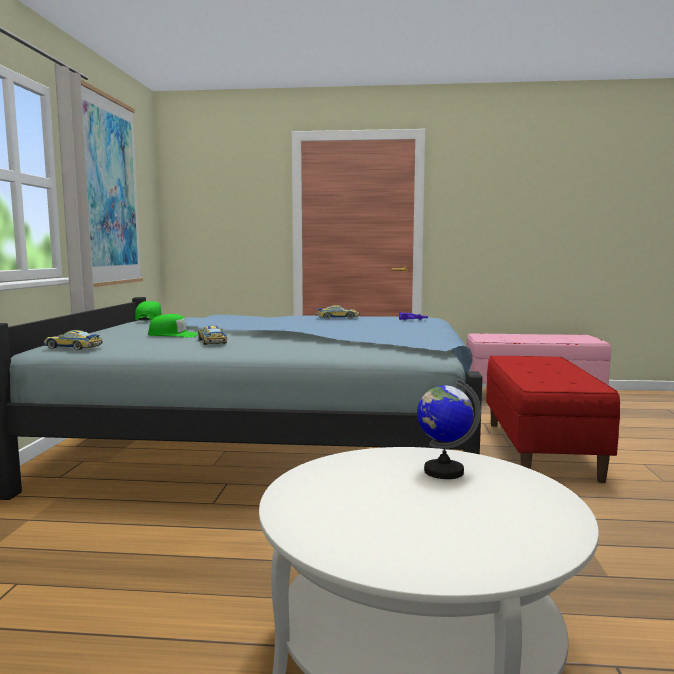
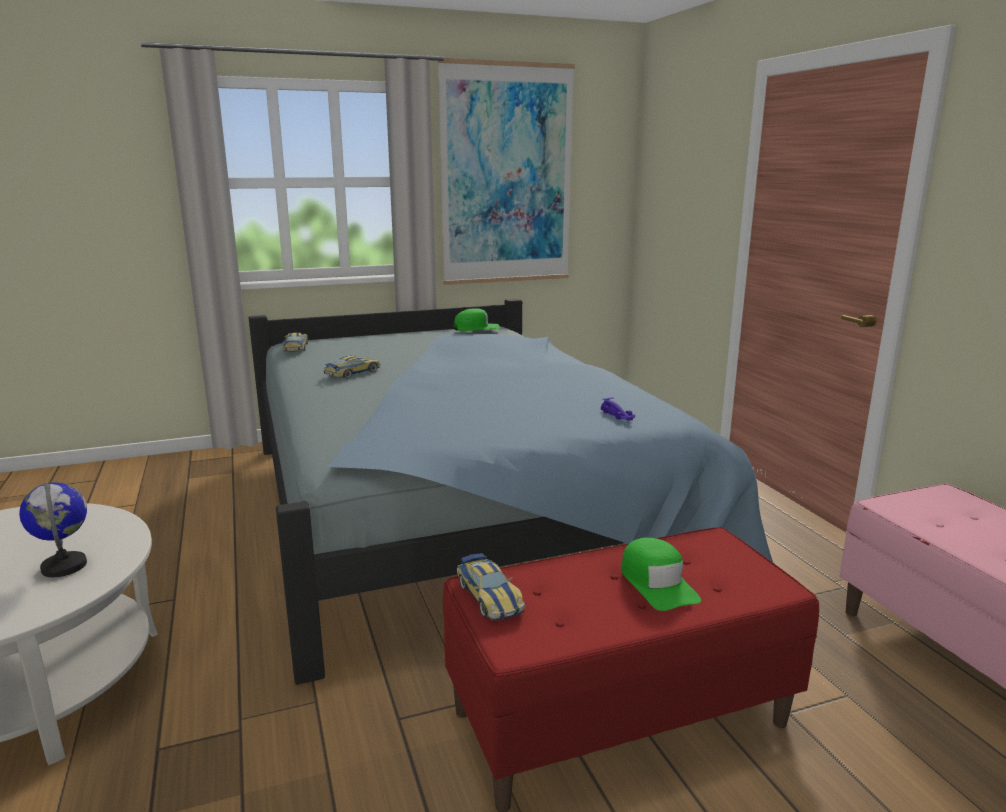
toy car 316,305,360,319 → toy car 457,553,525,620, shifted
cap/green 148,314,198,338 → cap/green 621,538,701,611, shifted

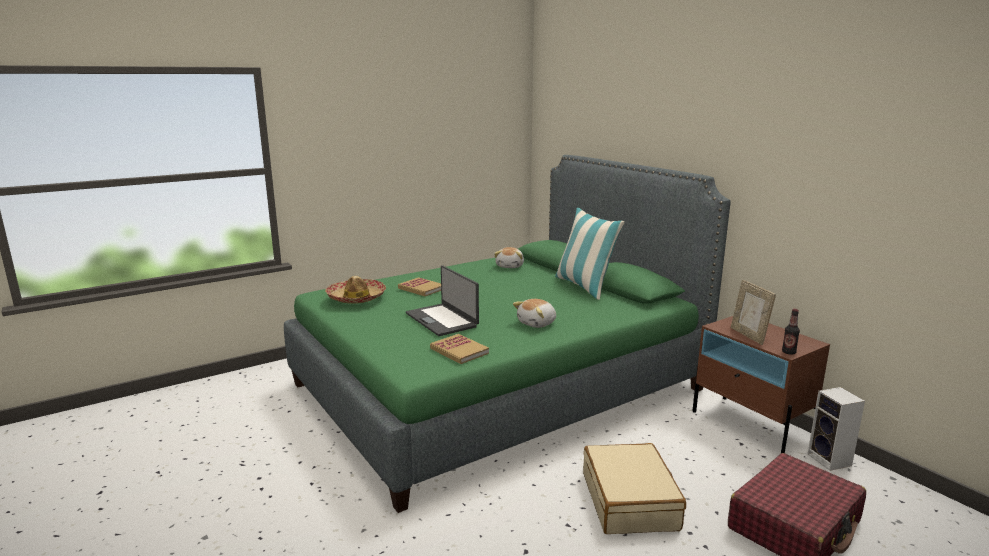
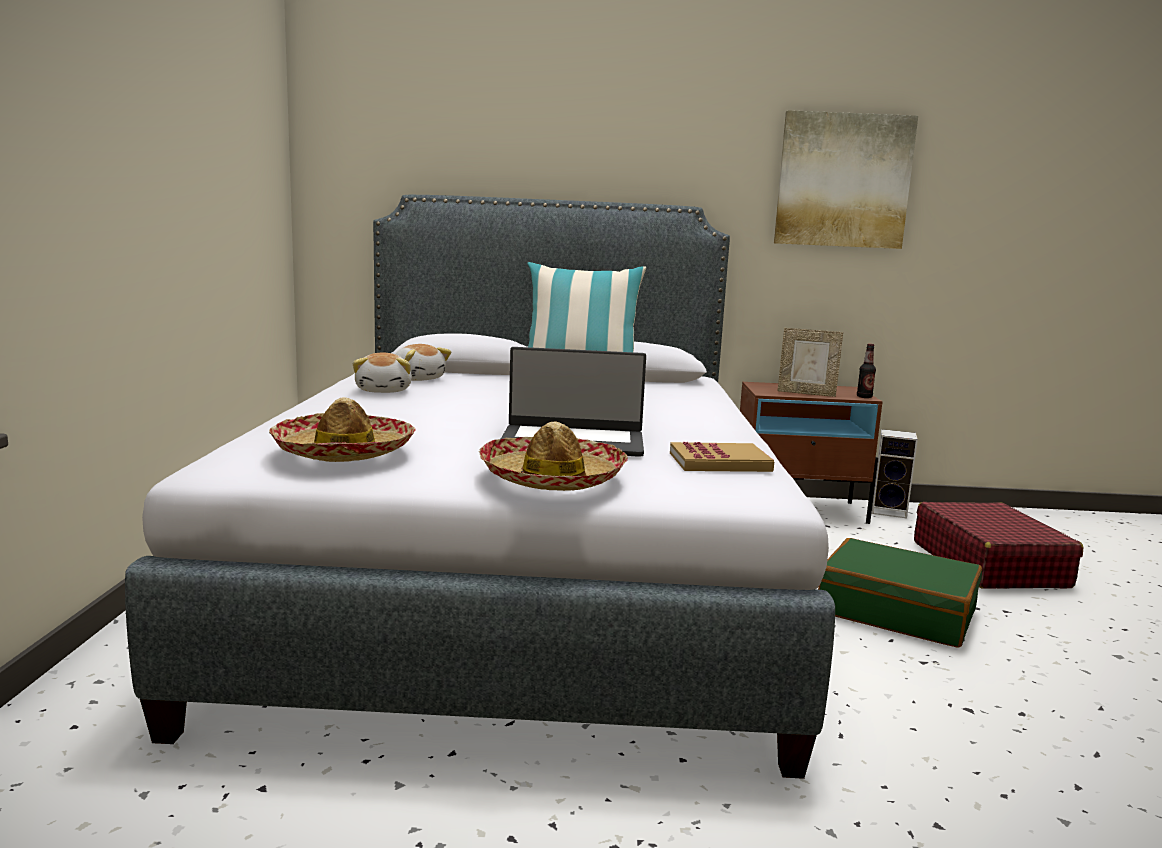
bed/green 284,155,731,513 → bed/gray 125,195,835,779
soft toy 513,299,556,328 → soft toy 353,353,412,393, shifted
- → wearable hat 479,422,628,491
- → picture 774,110,918,249
suitcase/beige-coloured 583,443,686,534 → suitcase/green 818,538,982,648
volume 398,277,441,296 → -

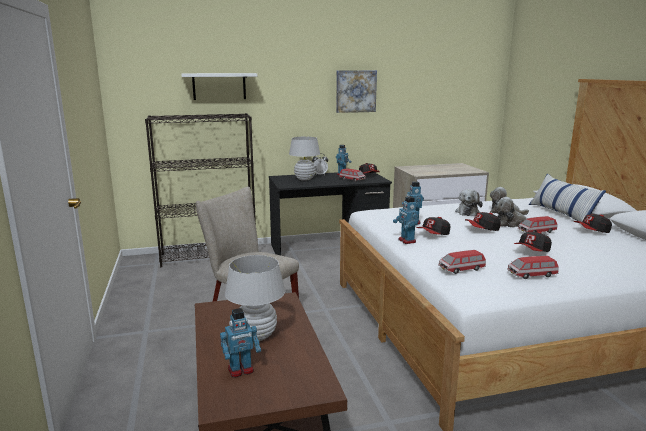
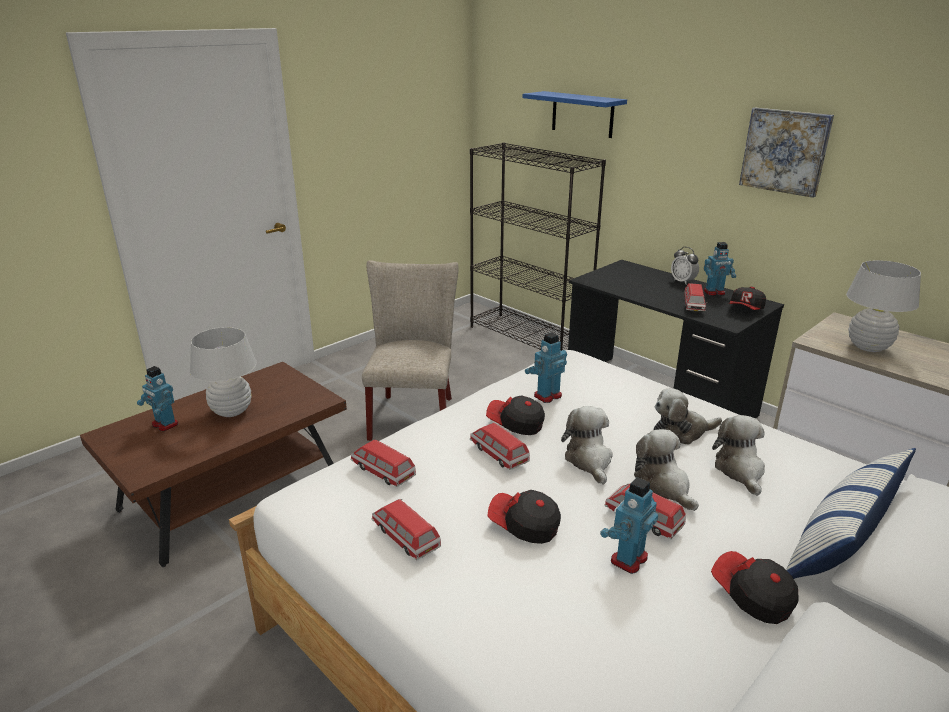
- → toy car 470,423,530,470
wall shelf/white 181,73,257,100 → wall shelf/blue 522,91,627,138
cap 465,212,501,231 → soft toy 561,406,613,485
toy robot 393,196,419,244 → toy robot 600,477,658,574, shifted
tabletop lamp/white 289,137,320,181 → tabletop lamp/white 846,260,921,352, shifted

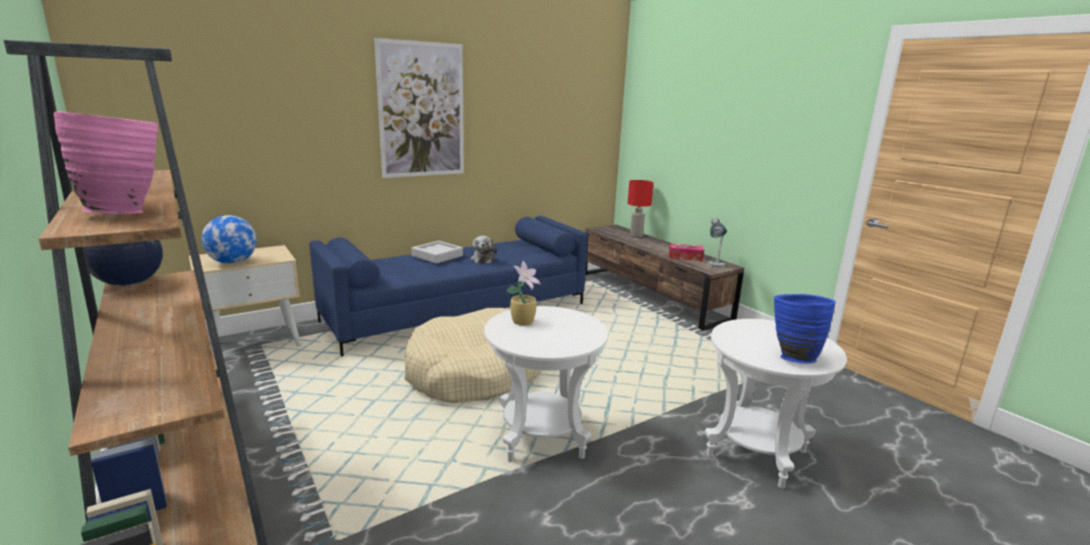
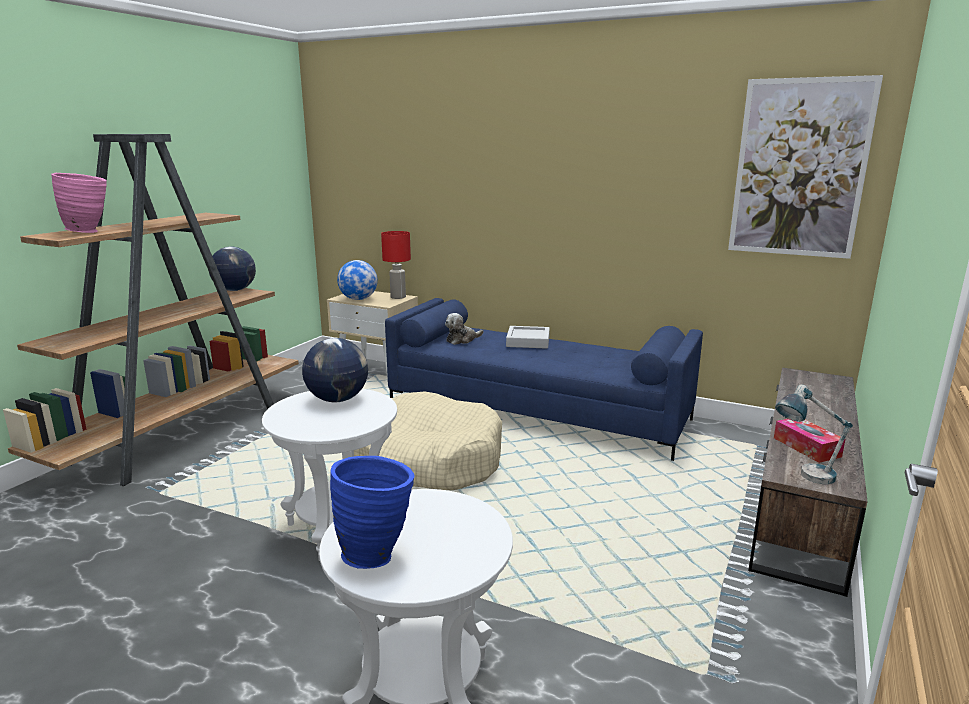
potted plant 506,261,540,326 → desk globe 302,338,368,402
tabletop lamp/reddish 628,180,653,237 → tabletop lamp/reddish 381,231,411,299, shifted
soft toy 471,236,497,264 → soft toy 445,313,483,345, shifted
picture 374,38,464,178 → picture 728,75,883,259, shifted

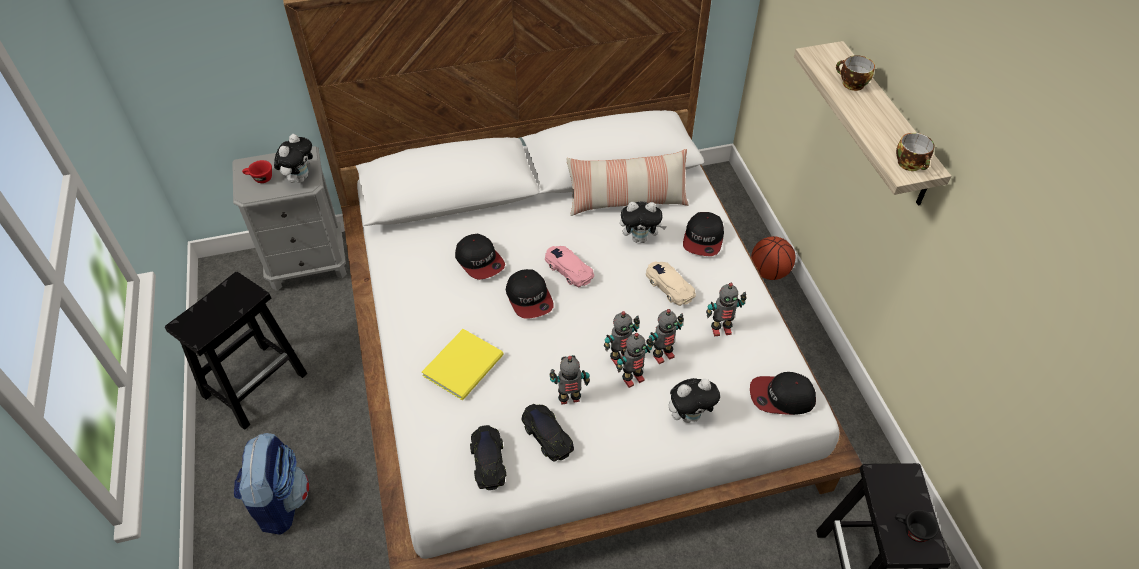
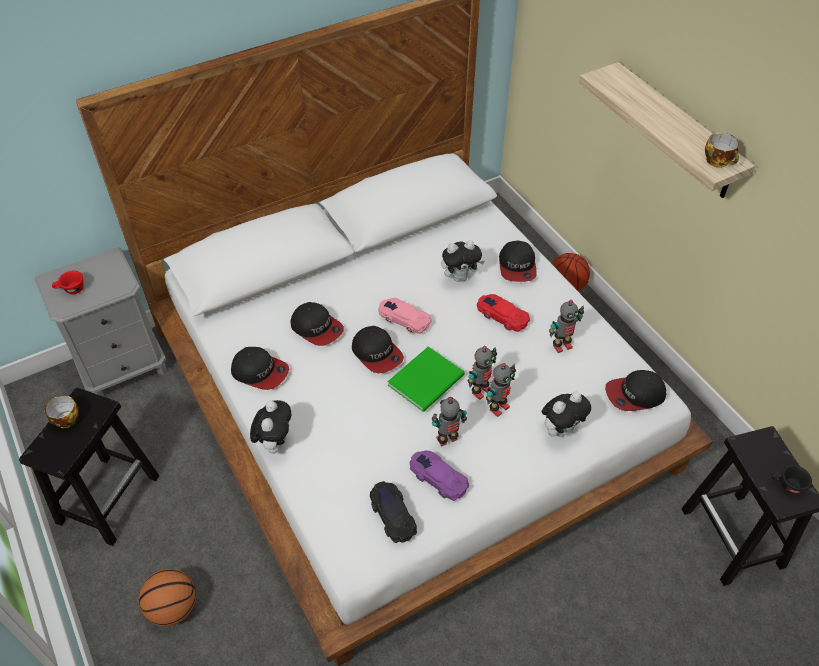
small cup 836,55,875,91 → small cup 43,395,79,428, shifted
rucksack 234,433,309,535 → basketball 139,569,196,626
- → cap 231,347,289,390
soft toy 274,134,313,183 → soft toy 250,400,291,454, shifted
- → volume/green 387,346,465,412
toy car/blackish 522,404,574,462 → toy car/purplish 410,450,469,501
toy car/beige-coloured 646,261,696,306 → toy car/reddish 477,294,530,332
volume/yellowish 422,329,504,400 → -
throw pillow 566,149,688,216 → -
toy robot 649,309,684,364 → -

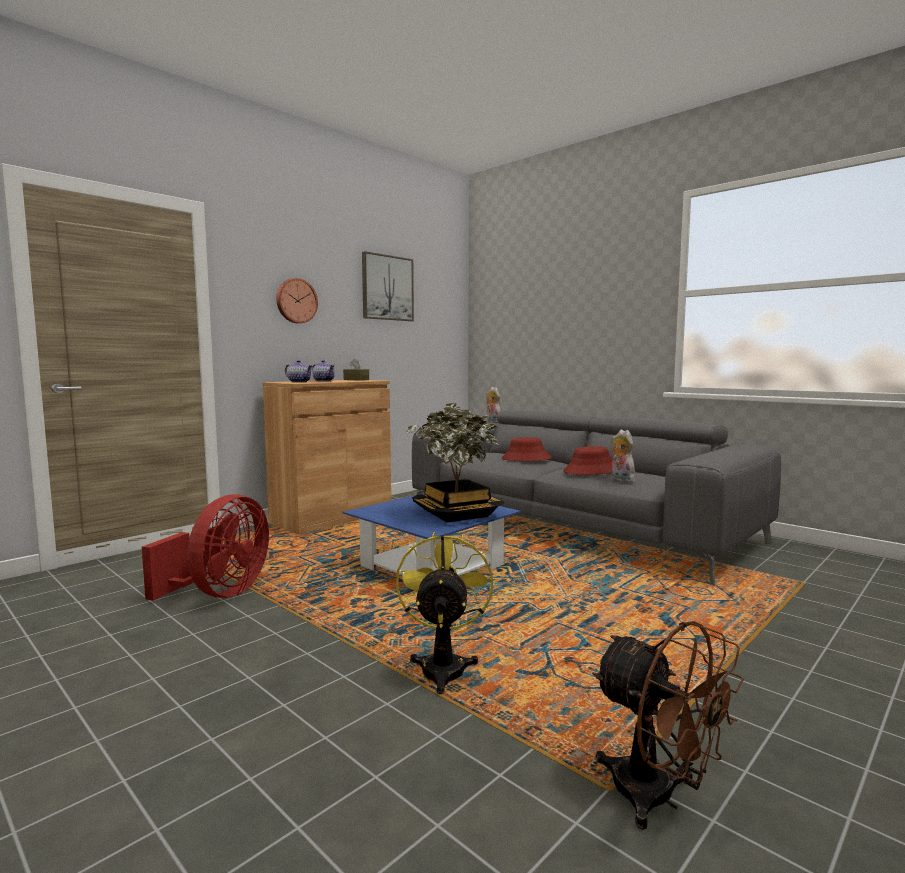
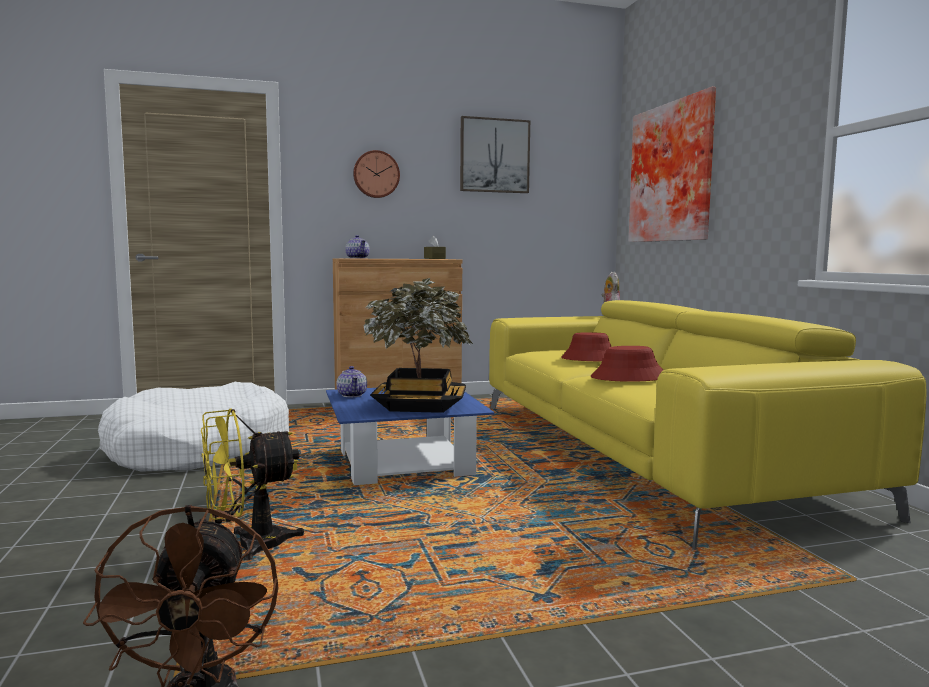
fan/reddish 142,494,269,601 → pet bed/white 98,382,289,472
fan/yellowish 396,532,493,694 → fan/yellowish 201,409,304,560, 150 degrees counterclockwise
pot for tea 312,360,335,381 → pot for tea 336,366,367,397, shifted
sofa/gray 412,410,781,586 → sofa/yellowish 489,300,927,550
- → picture 629,87,716,242
soft toy 611,429,636,483 → -

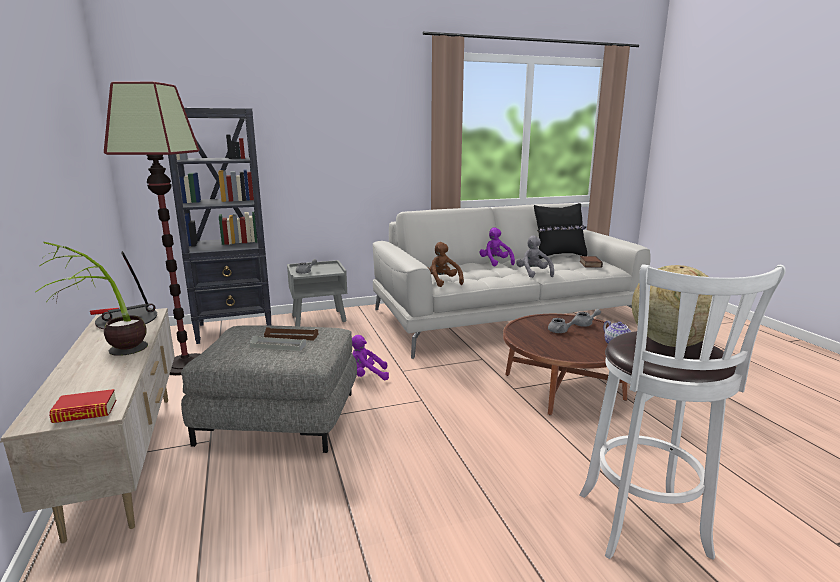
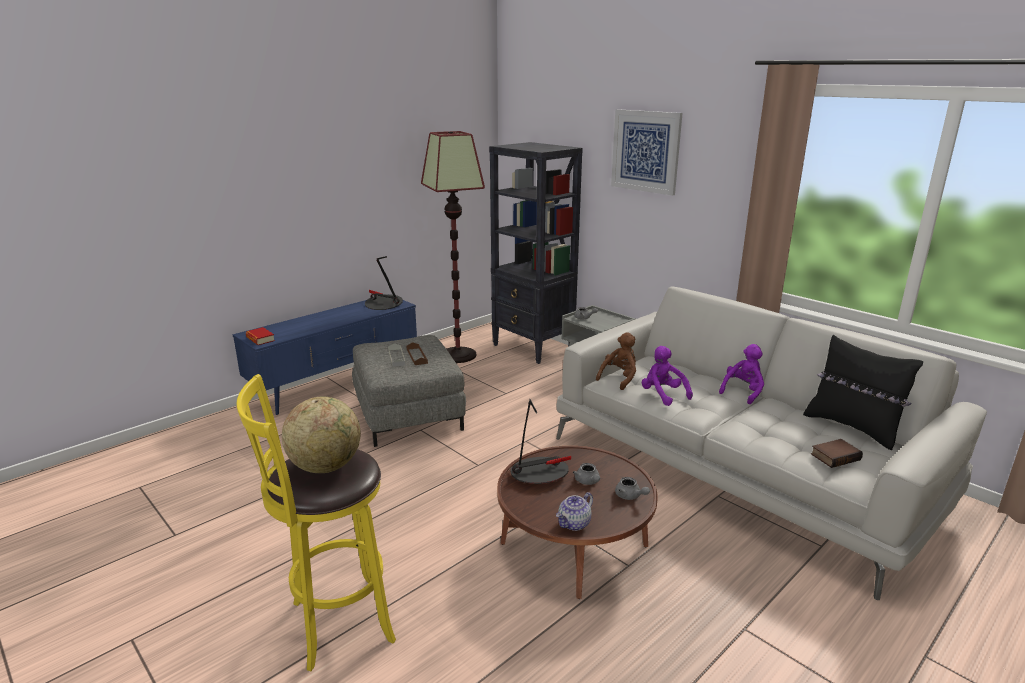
tv unit/beige-coloured 0,308,175,543 → tv unit/blue 232,300,417,415
stool seat/white 579,264,786,560 → stool seat/yellowish 237,374,396,671
- → tabletop lamp 511,399,571,484
- → picture 611,109,683,196
soft toy/purplish 352,335,389,380 → soft toy/purplish 642,346,693,406, shifted
potted plant 35,242,148,356 → -
soft toy/gray 516,235,554,278 → -

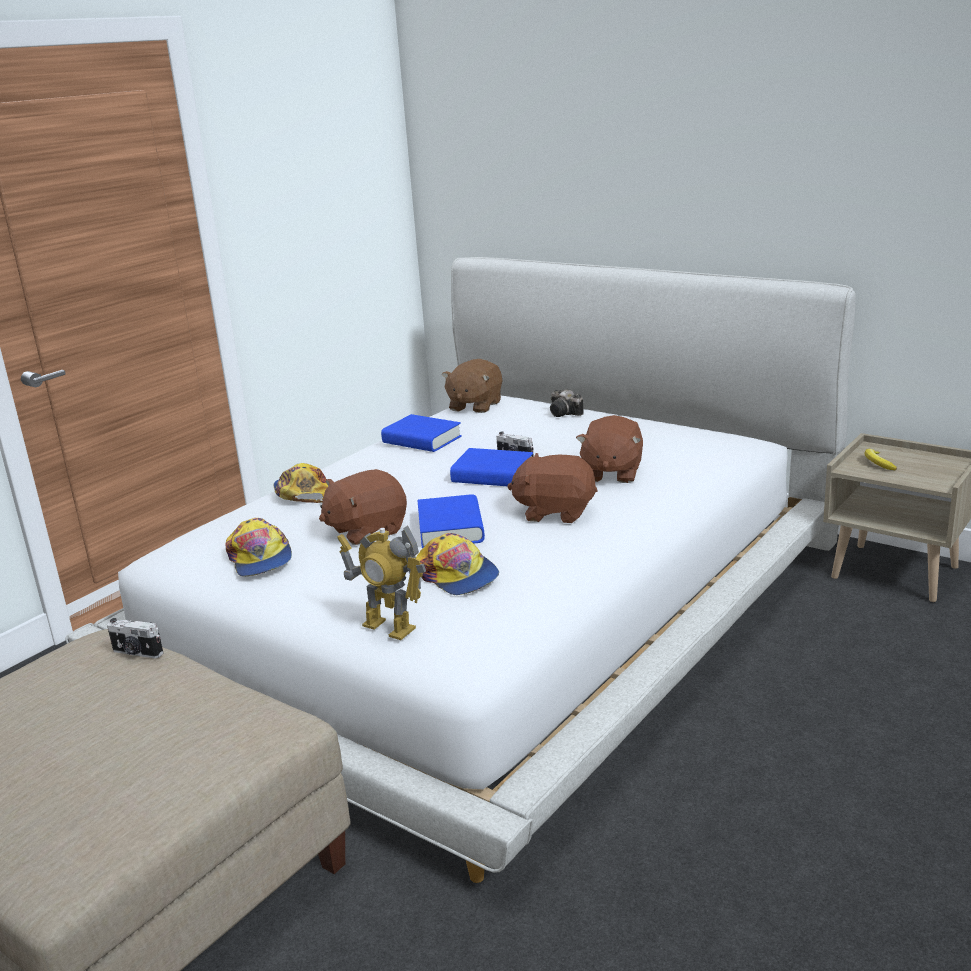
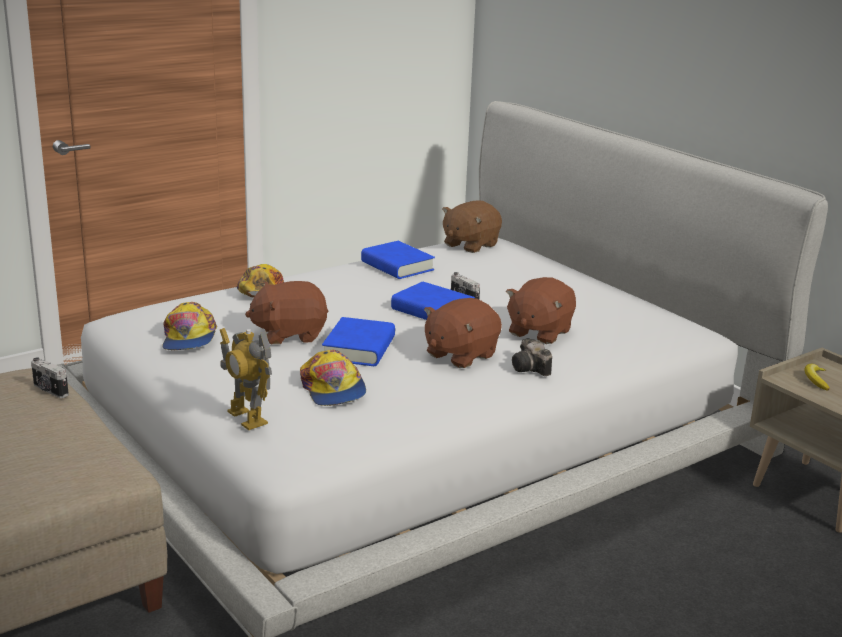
soft toy/brown 507,453,597,523 → soft toy/brown 424,298,502,368, 75 degrees counterclockwise
still camera 550,389,584,417 → still camera 512,338,552,376, shifted

